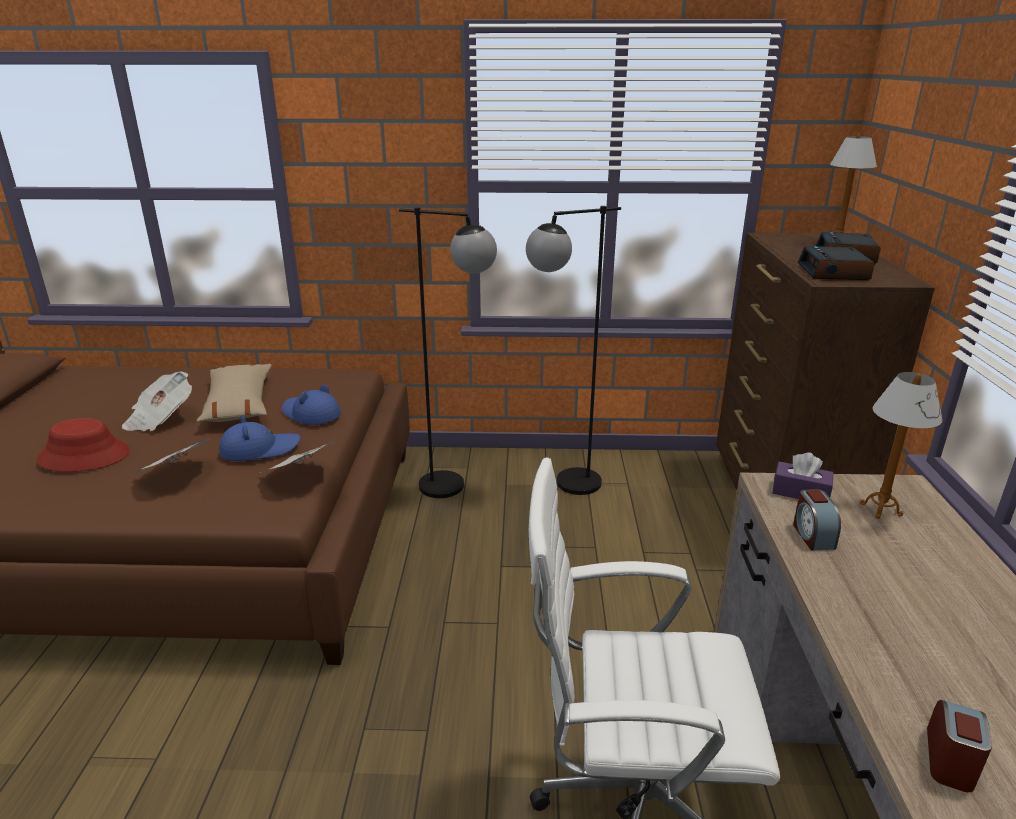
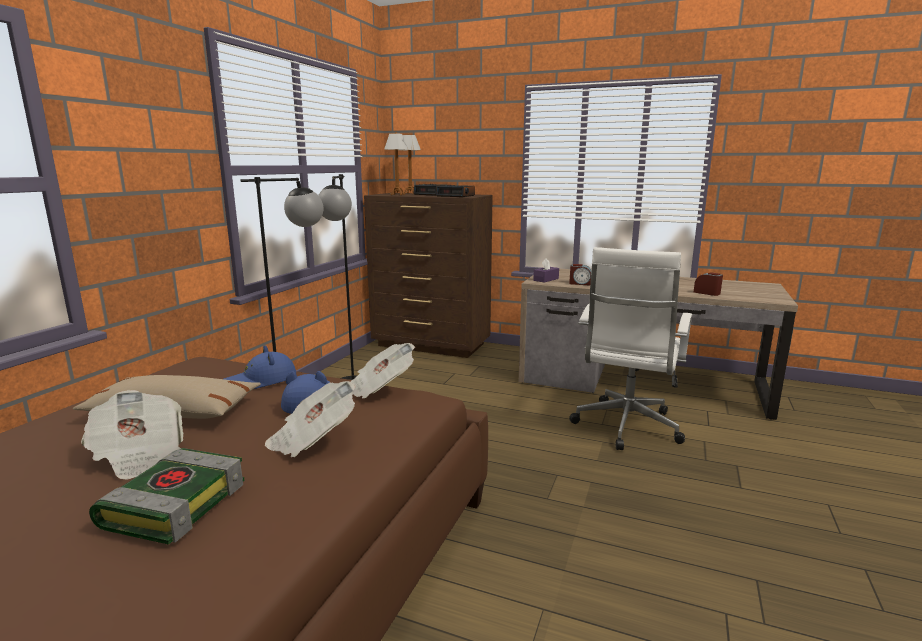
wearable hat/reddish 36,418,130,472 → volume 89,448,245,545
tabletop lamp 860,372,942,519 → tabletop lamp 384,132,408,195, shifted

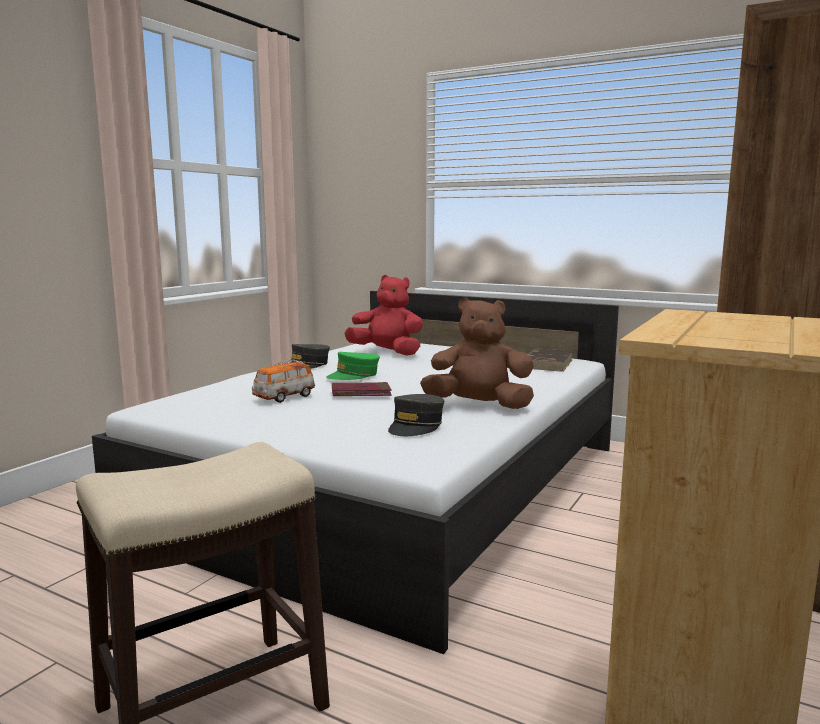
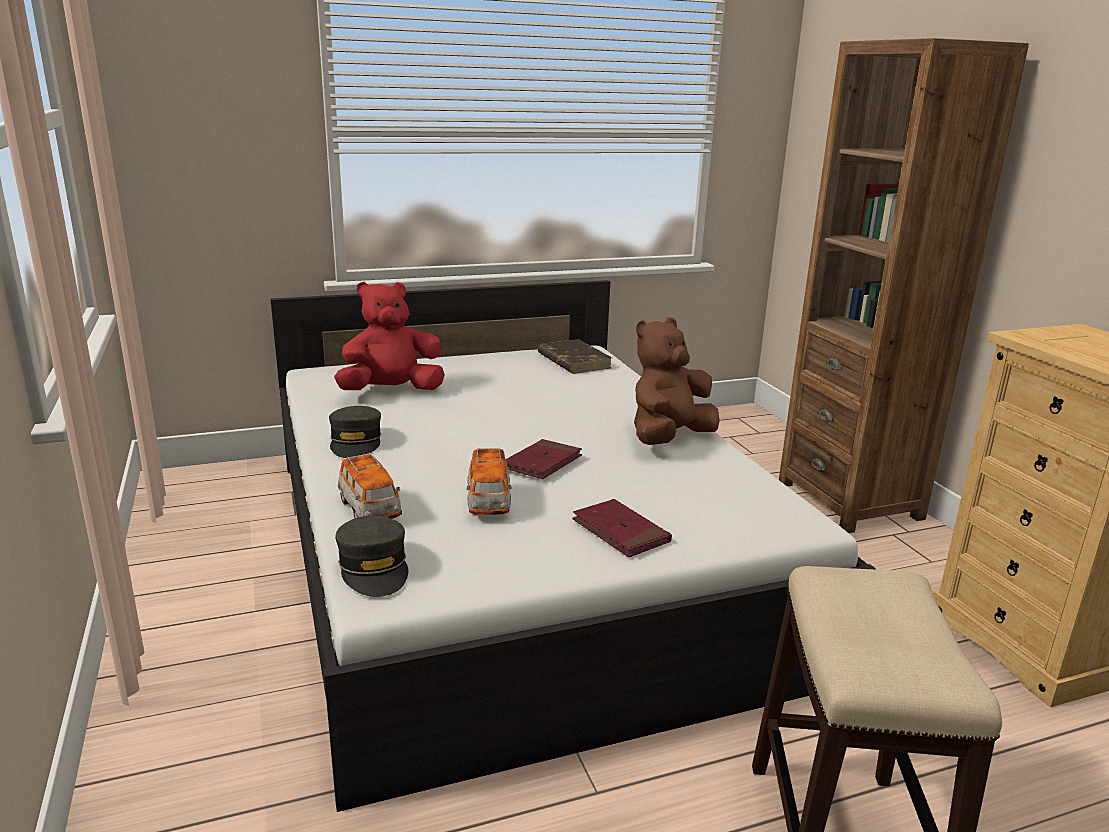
cap/gray 388,394,444,436 → cap/gray 335,516,408,597, shifted
- → toy car 338,453,402,519
- → volume/reddish 572,499,672,557
cap/green 326,352,380,380 → -

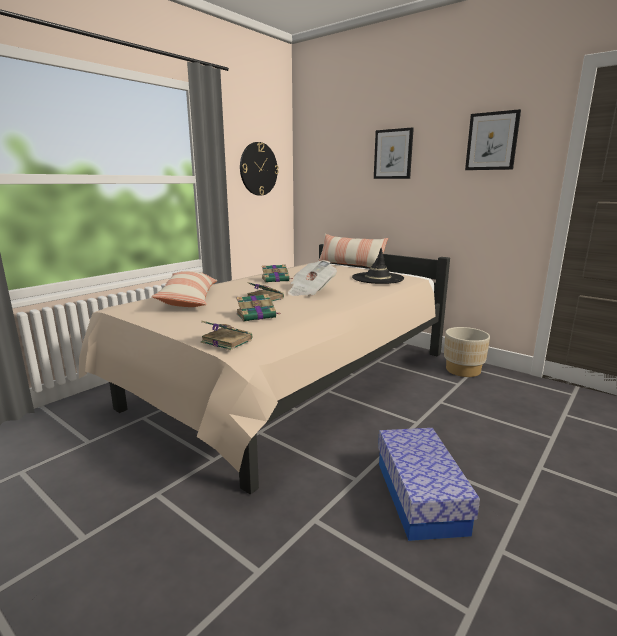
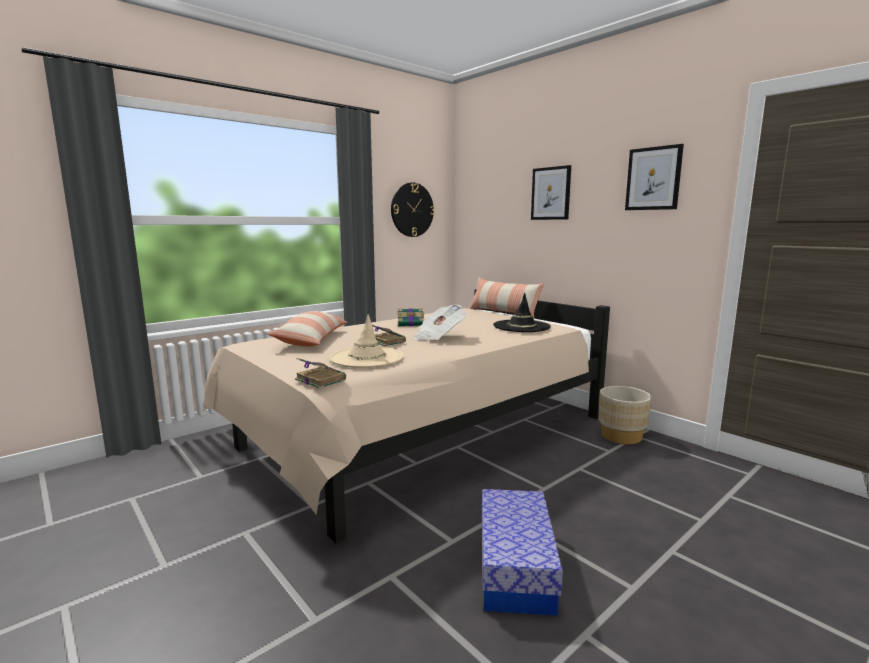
volume 236,294,279,322 → wearable hat/beige-coloured 329,314,404,368

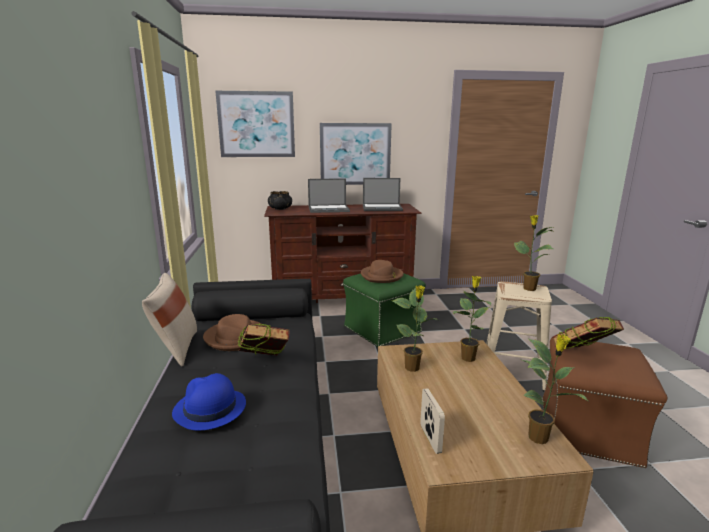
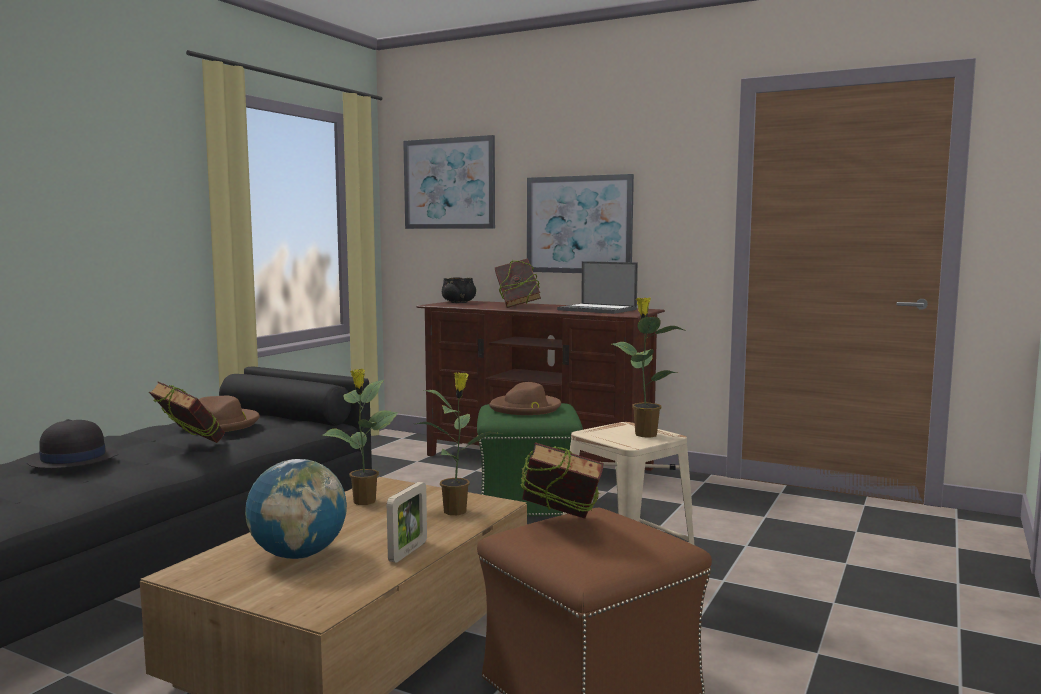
wearable hat/blue 172,373,246,430 → wearable hat/blackish 26,419,118,468
- → desk globe 245,459,347,559
picture frame 420,388,445,454 → picture frame 387,482,427,563, shifted
notebook computer 308,178,350,213 → volume 495,258,541,308
throw pillow/beige-coloured 142,273,197,366 → -
potted plant 520,334,588,444 → -

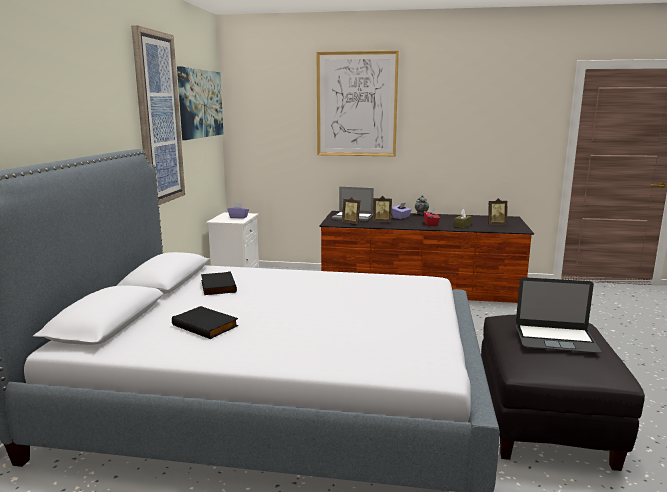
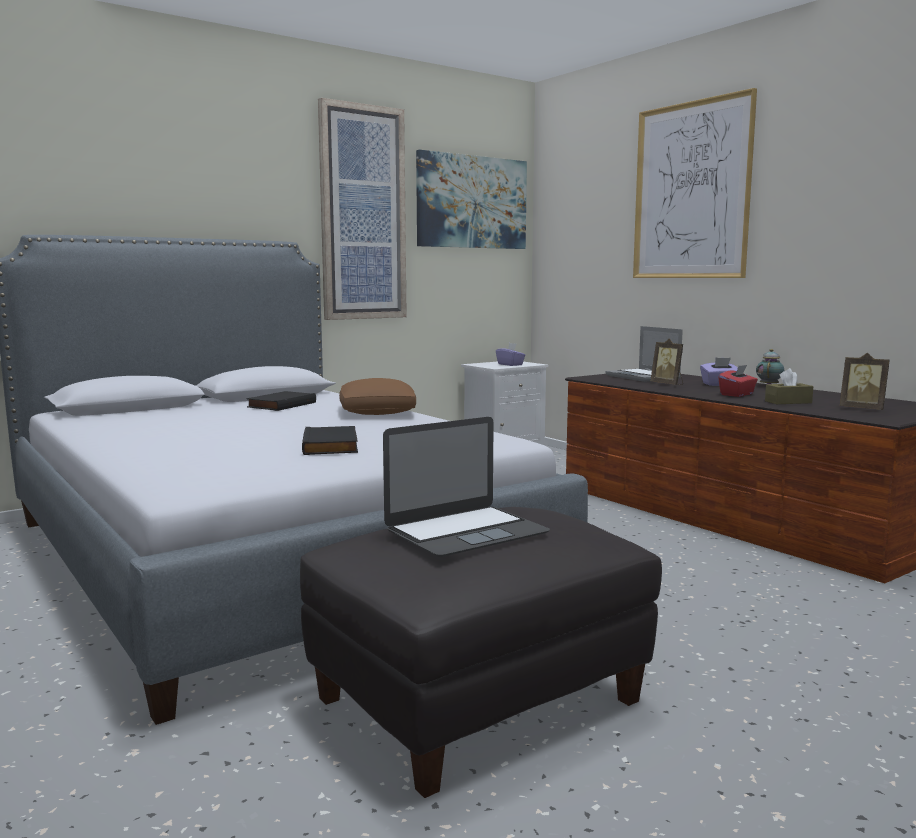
volume/blackish 172,306,239,339 → volume/blackish 302,426,358,455, shifted
- → throw pillow/brown 339,378,416,415
notebook computer 516,277,601,353 → notebook computer 383,417,550,557, 90 degrees counterclockwise
picture frame 342,197,360,224 → -

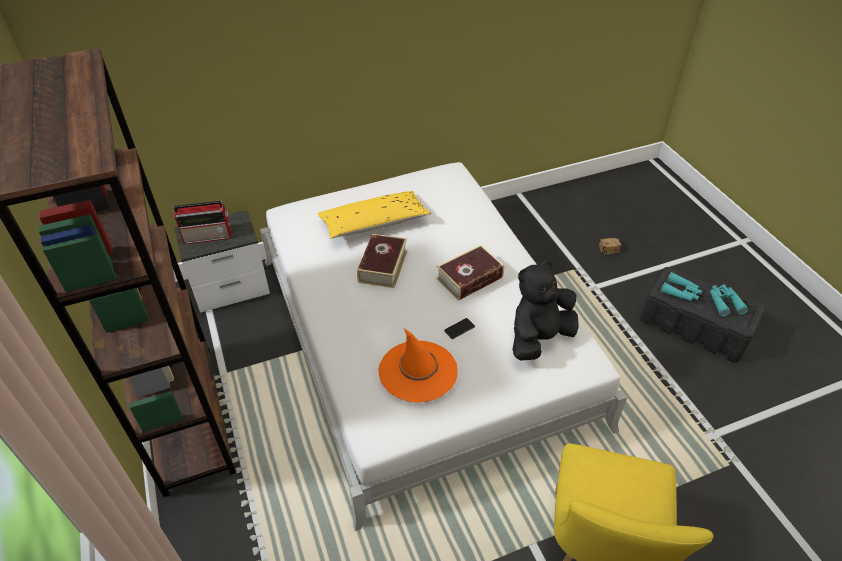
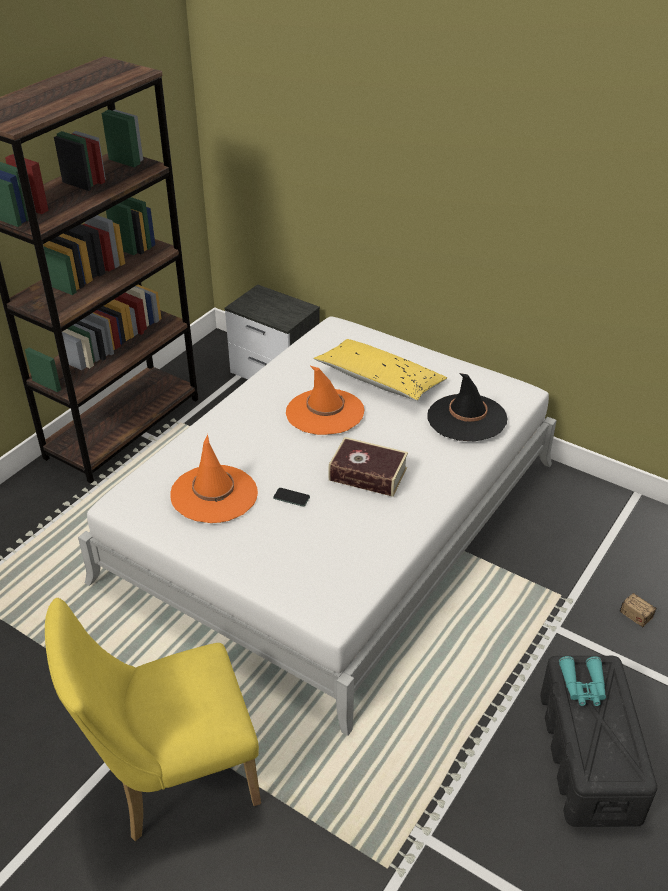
volume 357,234,407,288 → wearable hat/orange-coloured 286,366,365,435
- → wearable hat/blackish 427,373,508,441
radio receiver 173,201,231,244 → -
soft toy/blackish 513,260,579,360 → -
pair of binoculars/turquoise 710,284,749,316 → -

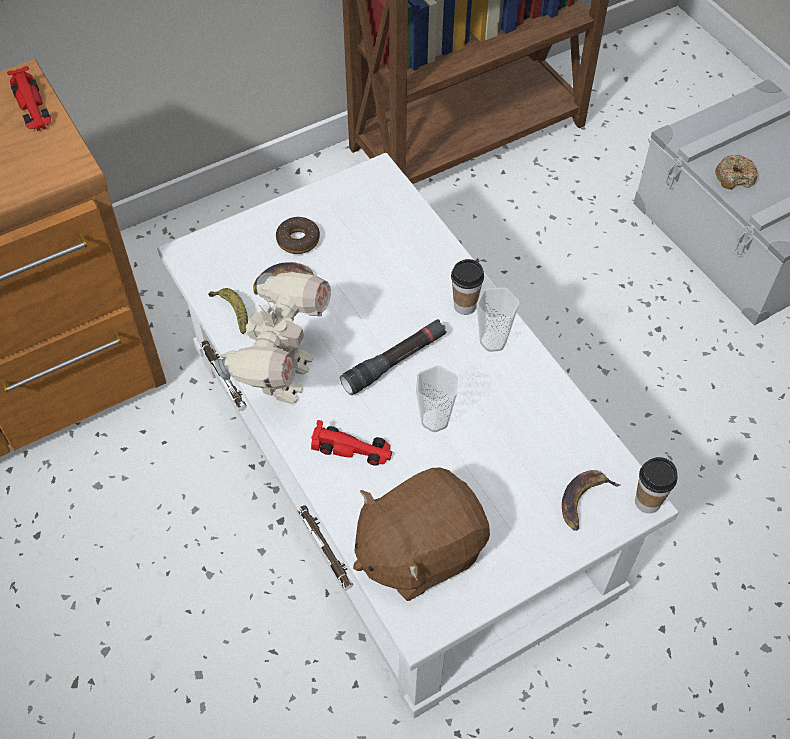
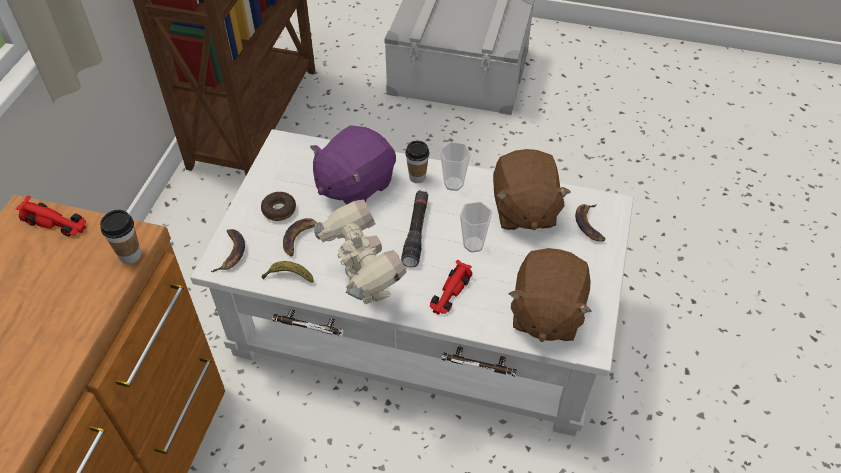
small cup 635,457,678,514 → small cup 100,210,141,264, shifted
- → banana 211,229,245,272
- → soft toy/purplish 310,125,396,205
toy car/reddish 311,420,392,466 → toy car/reddish 430,260,472,315, 150 degrees clockwise
- → soft toy/brown 493,149,571,230
doughnut 715,155,758,190 → -

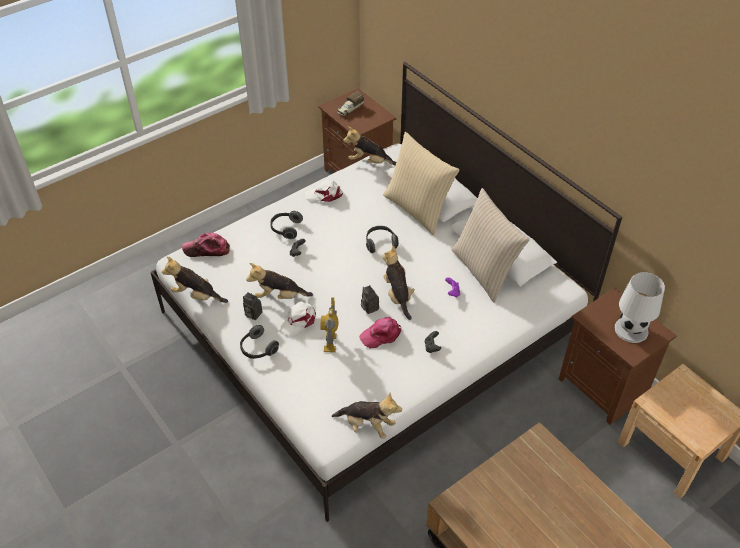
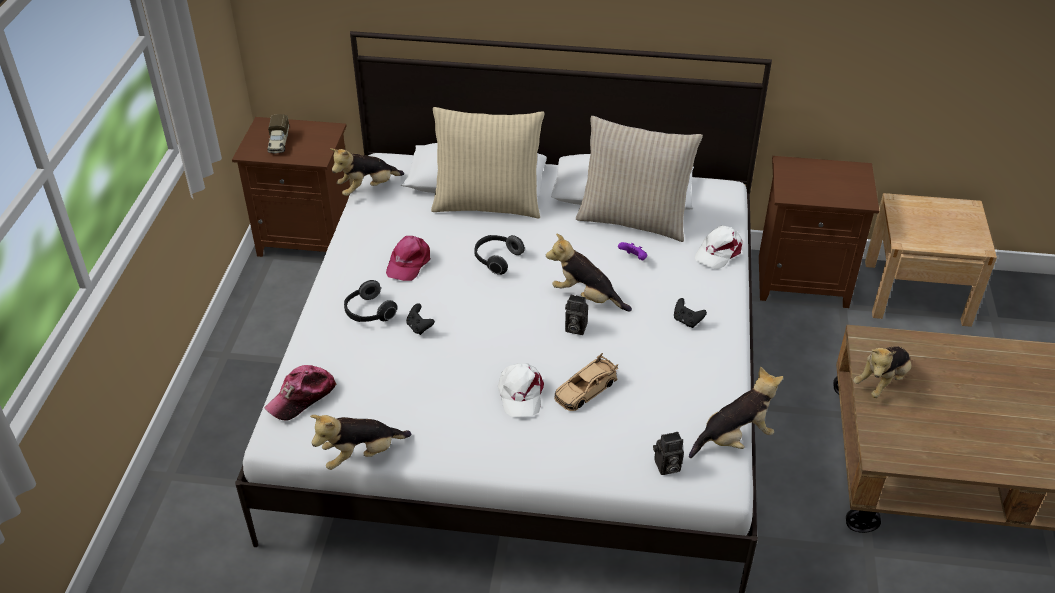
cap/pinkish 359,317,401,349 → cap/pinkish 386,236,430,281, shifted
toy robot 320,297,339,352 → toy car/beige-coloured 554,353,618,411
still camera 243,292,262,320 → still camera 653,432,684,475, shifted
cap/white 305,180,343,203 → cap/white 695,225,742,270, shifted
soft toy 246,263,313,299 → soft toy 853,346,911,398, shifted
headset 240,325,279,359 → -
tabletop lamp/white 615,272,665,343 → -

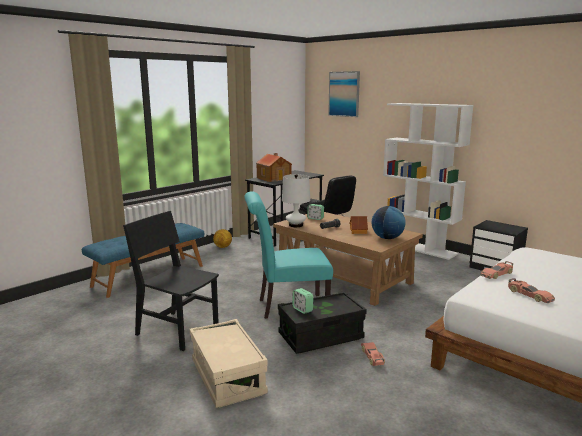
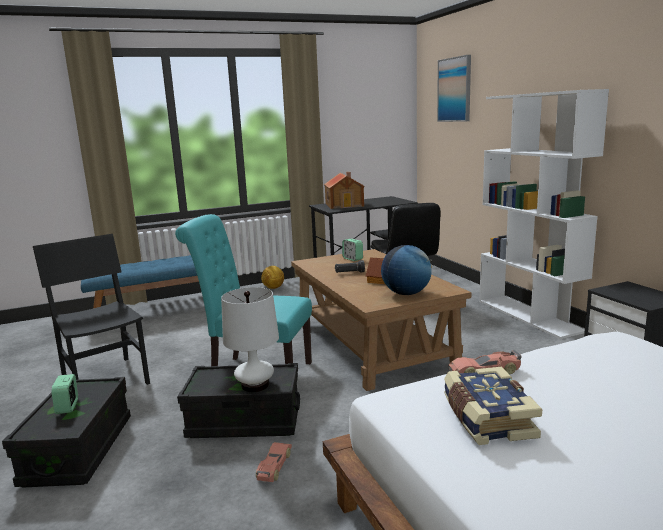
storage container/beige-coloured 190,319,268,408 → storage container/blackish 2,377,131,488
table clock 292,288,314,314 → table clock 51,374,78,414, shifted
tabletop lamp/white 282,174,310,227 → tabletop lamp/white 221,287,279,392, shifted
toy car 508,278,555,303 → volume 444,367,542,445

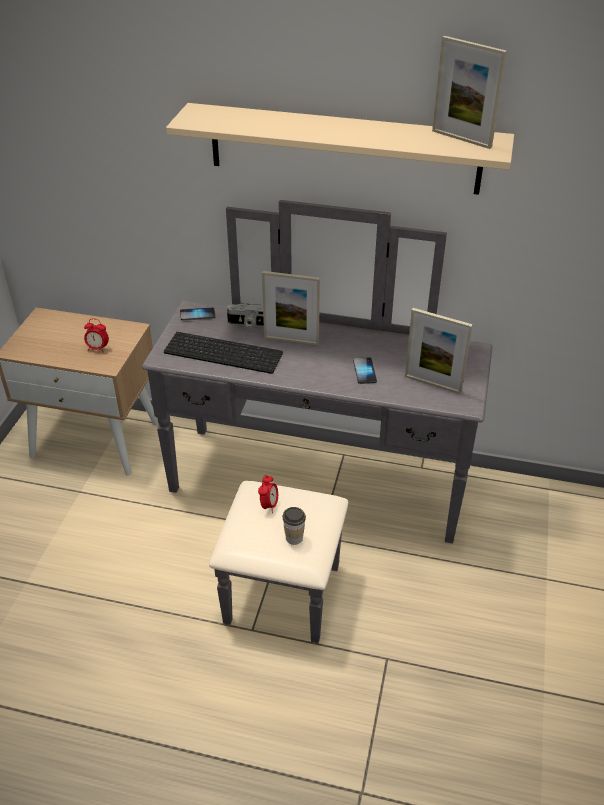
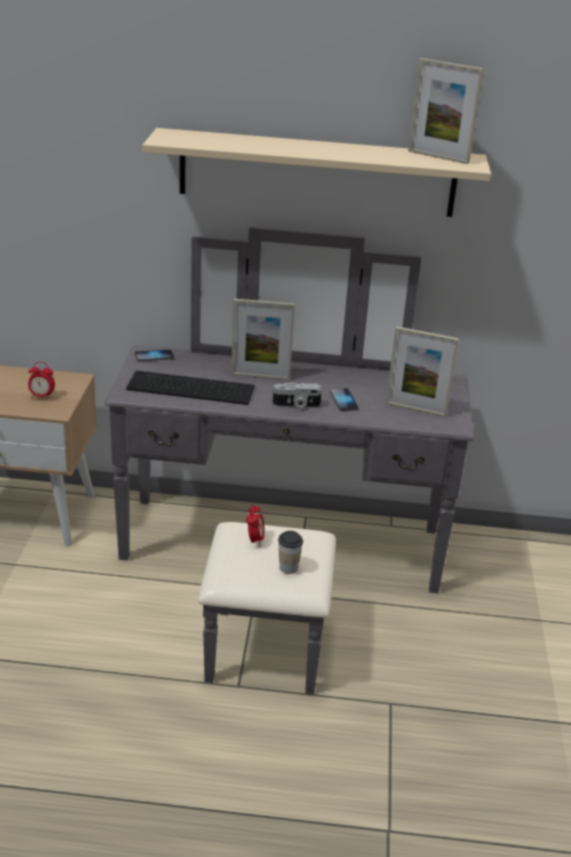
still camera 227,303,264,327 → still camera 273,382,322,409, shifted

